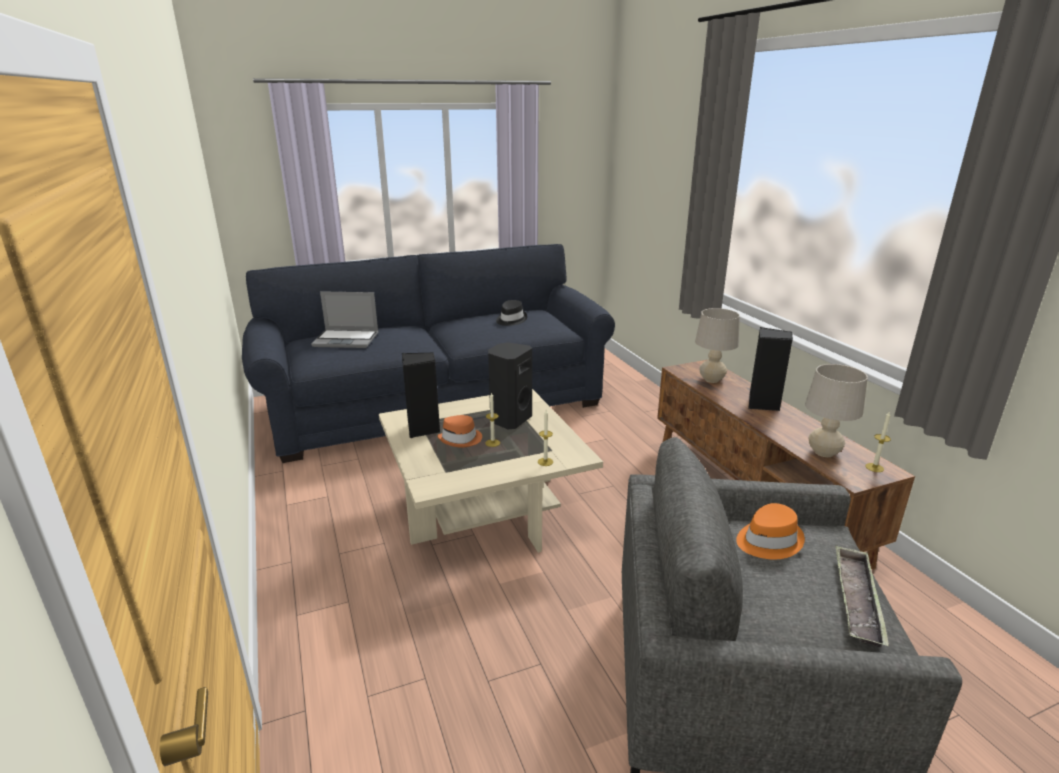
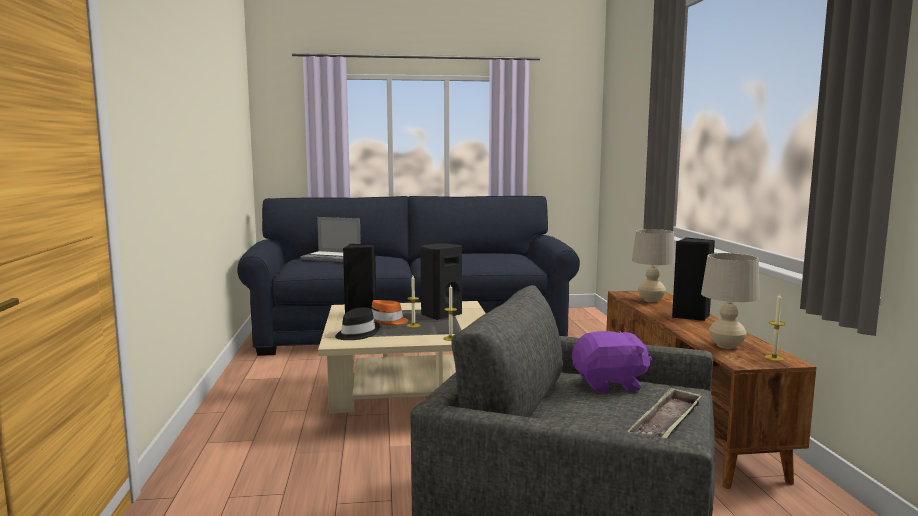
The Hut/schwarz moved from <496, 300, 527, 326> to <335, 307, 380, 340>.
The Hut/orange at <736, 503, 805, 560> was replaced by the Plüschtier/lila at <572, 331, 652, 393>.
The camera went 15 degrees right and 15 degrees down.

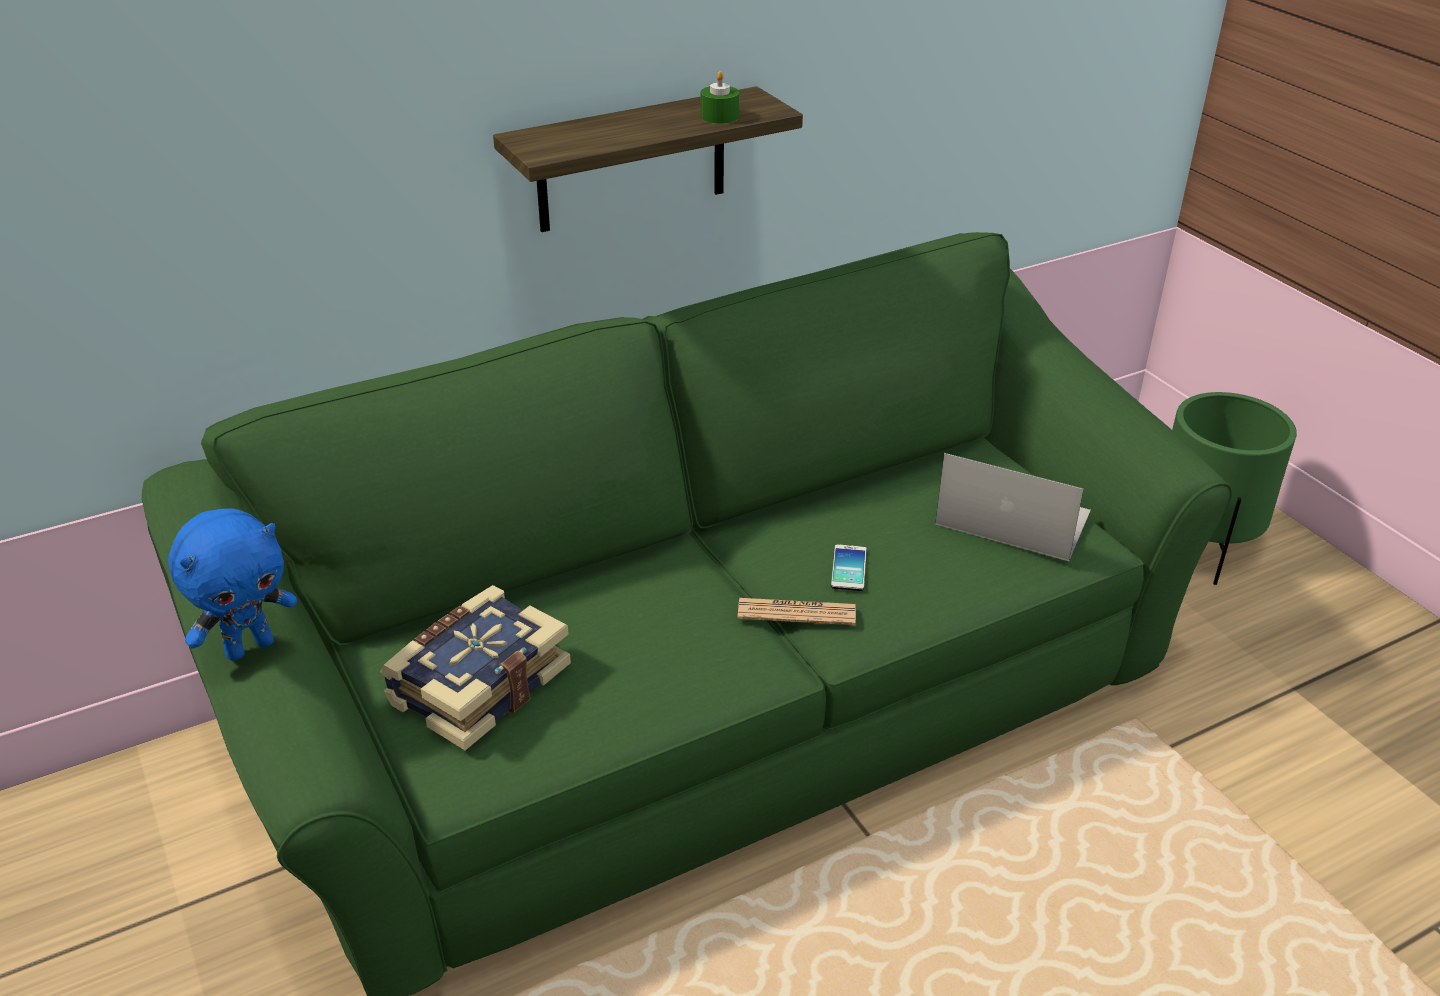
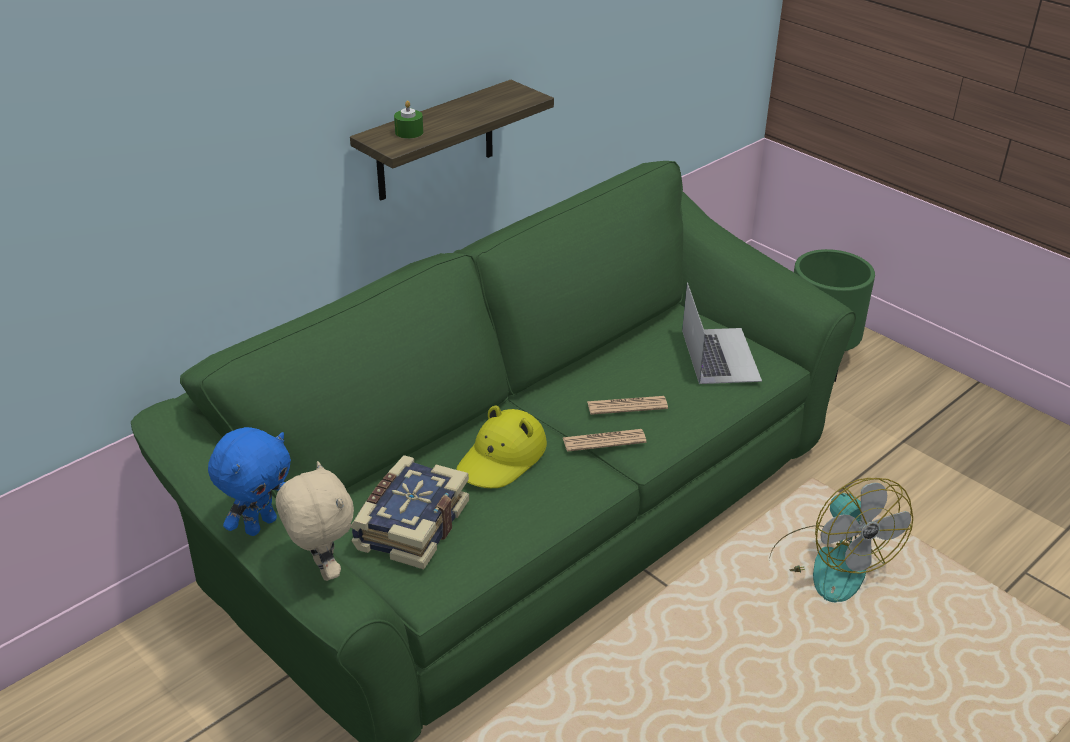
The Plüschtier/beige at <276, 461, 354, 581> appeared.
The Hut/gelb at <456, 406, 547, 488> appeared.
The Ventilator at <769, 478, 913, 603> appeared.
The Kerze/grün moved from <701, 71, 739, 124> to <394, 101, 423, 139>.
The Handy at <831, 544, 867, 591> was replaced by the Zeitung at <587, 396, 668, 415>.
The Laptop at <935, 453, 1091, 561> turned 75 degrees clockwise.
The camera went 15 degrees left and 0 degrees up.

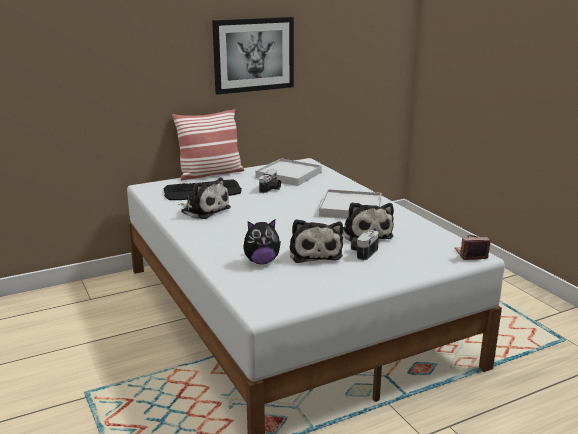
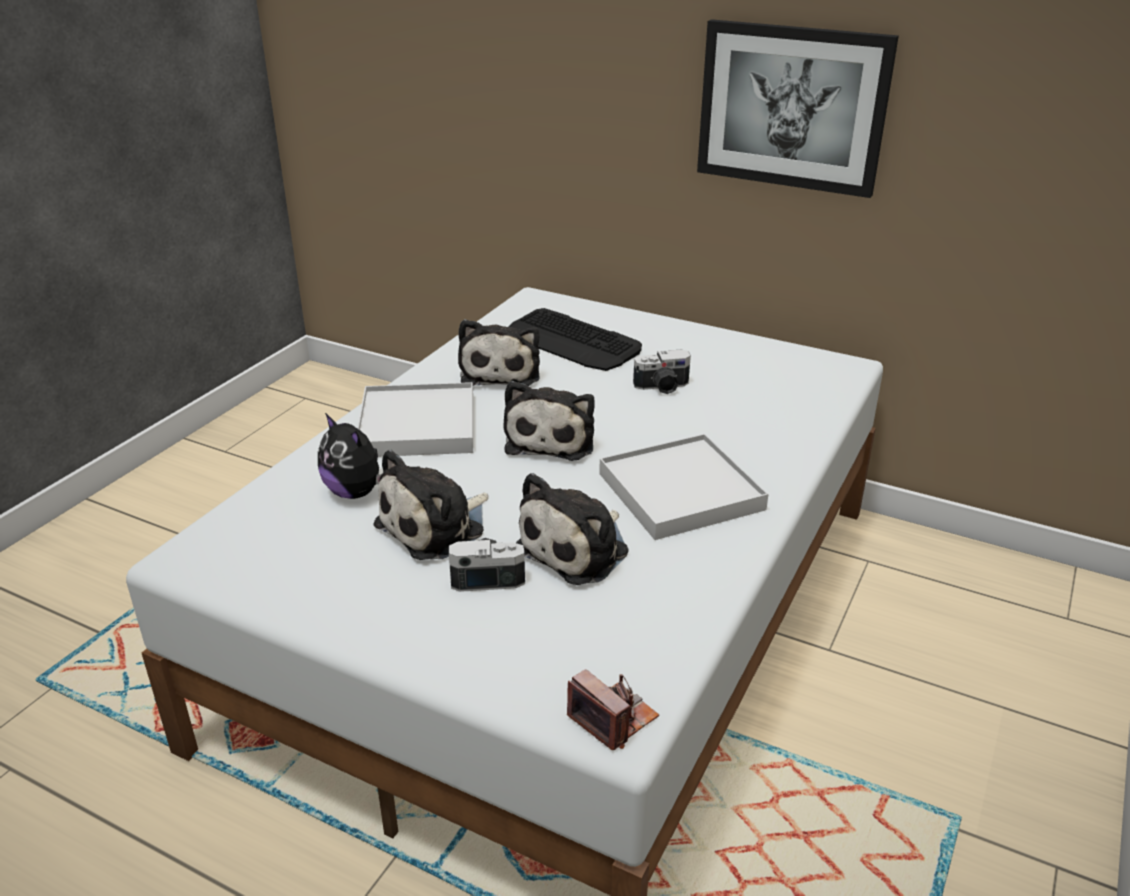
The Kissen at <172, 109, 244, 180> disappeared.
The Plüschtier at <504, 381, 595, 461> appeared.
The Tablett/weiß moved from <255, 158, 322, 186> to <357, 382, 473, 457>.
The camera went 55 degrees right and 10 degrees up.

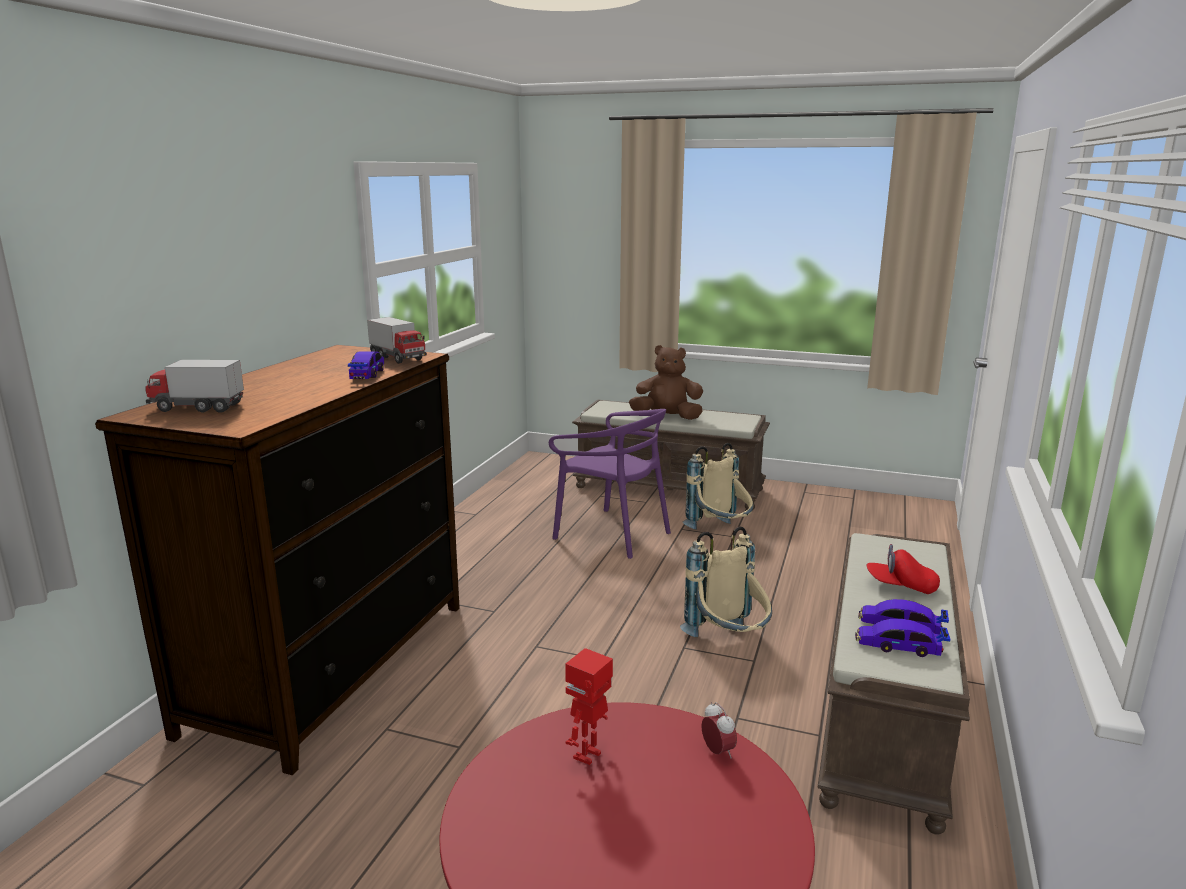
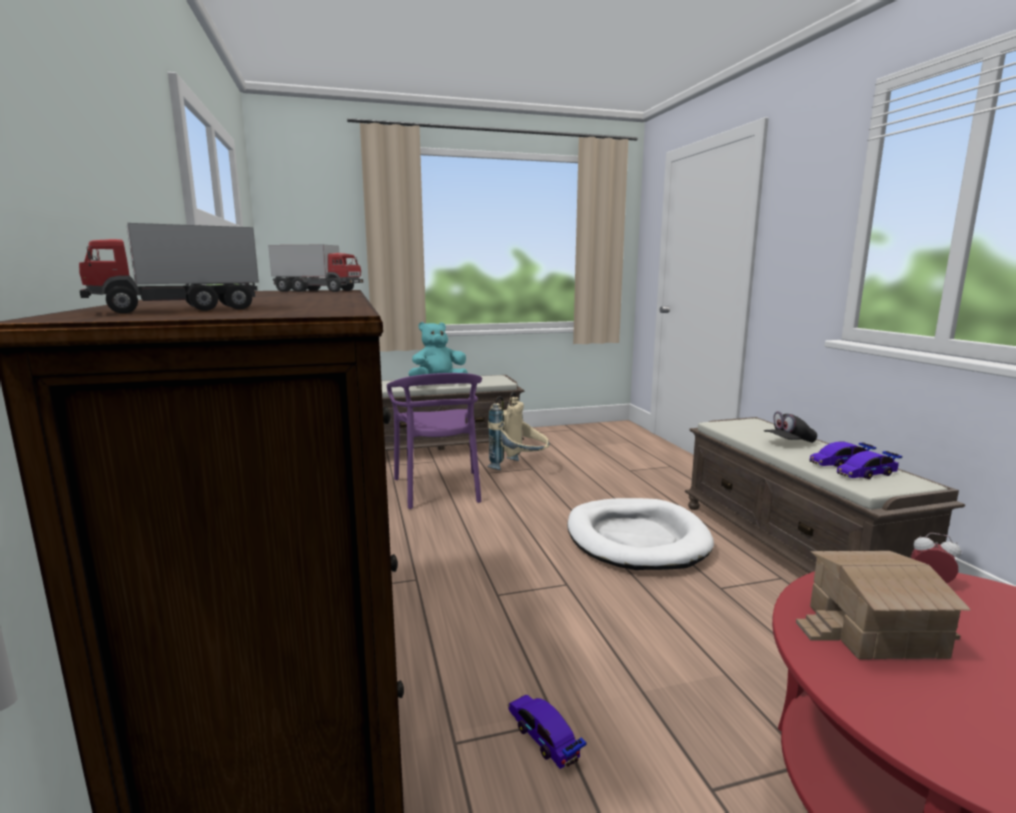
The Spielzeugauto moved from <348, 351, 384, 379> to <508, 695, 586, 769>.
The Spielzeugroboter at <565, 648, 613, 765> was replaced by the Spielzeughaus at <796, 551, 971, 659>.
The Rucksack/beige at <680, 527, 772, 637> was replaced by the Hundebett/weiß at <567, 498, 714, 570>.
The Plüschtier/braun at <629, 345, 703, 420> became the Plüschtier/türkis at <408, 322, 468, 376>.
The Kappe/rot at <867, 544, 940, 594> became the Kappe/schwarz at <764, 411, 817, 443>.
The Stuhl/lila at <549, 409, 671, 559> turned 75 degrees clockwise.
The camera went 35 degrees left and 5 degrees down.

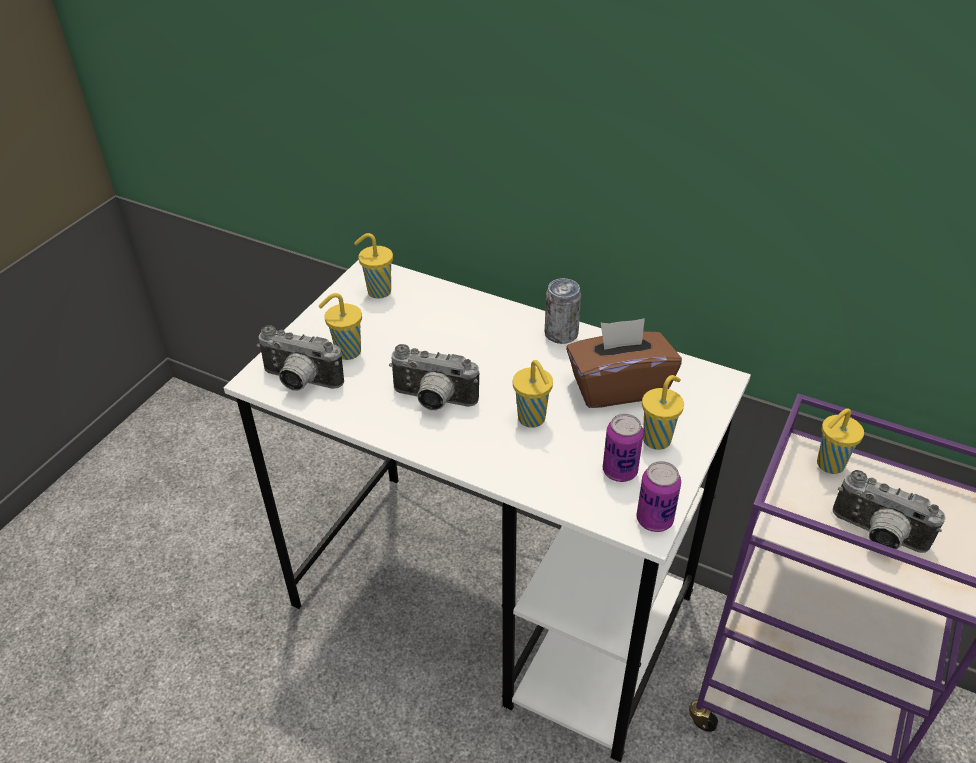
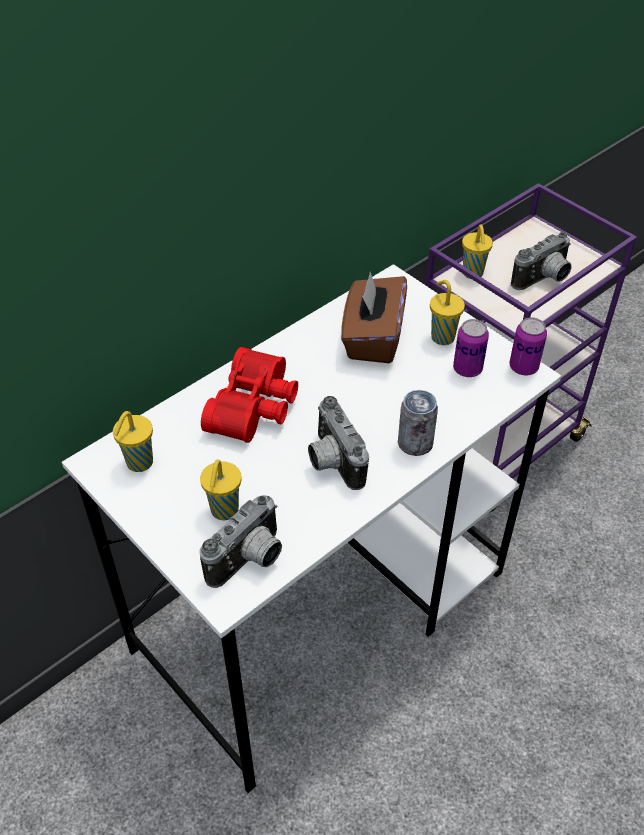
The Tasse/gelb at <513, 360, 553, 428> disappeared.
The Fernglas/rot at <201, 347, 298, 443> appeared.
The Dose moved from <545, 278, 581, 344> to <398, 390, 438, 456>.
The Kamera at <389, 344, 479, 410> turned 120 degrees clockwise.
The camera went 70 degrees left and 5 degrees up.

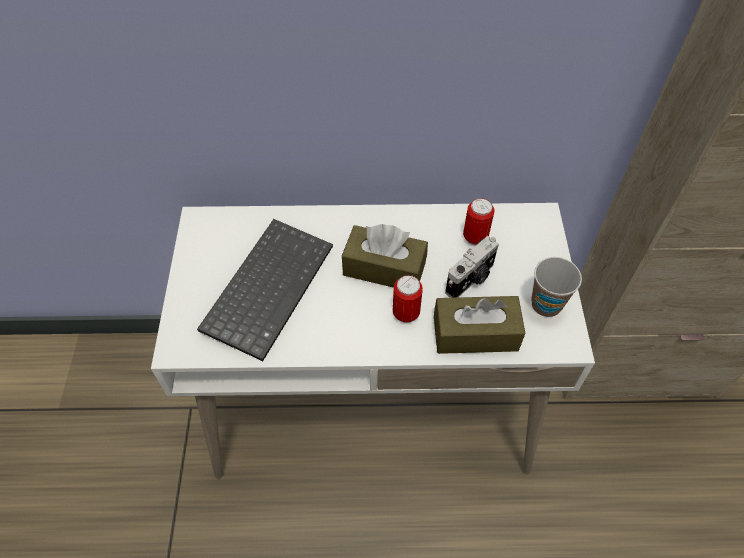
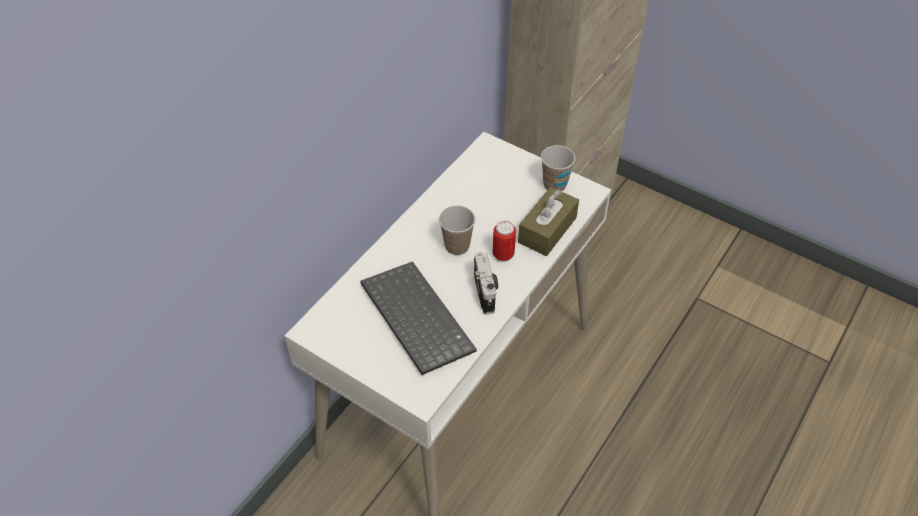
The Dose at <463, 198, 495, 245> disappeared.
The Kamera moved from <445, 236, 499, 298> to <474, 252, 498, 315>.
The Taschentuchbox/braun at <342, 224, 428, 288> was replaced by the Tasse at <439, 205, 476, 255>.
The camera went 55 degrees left and 5 degrees down.

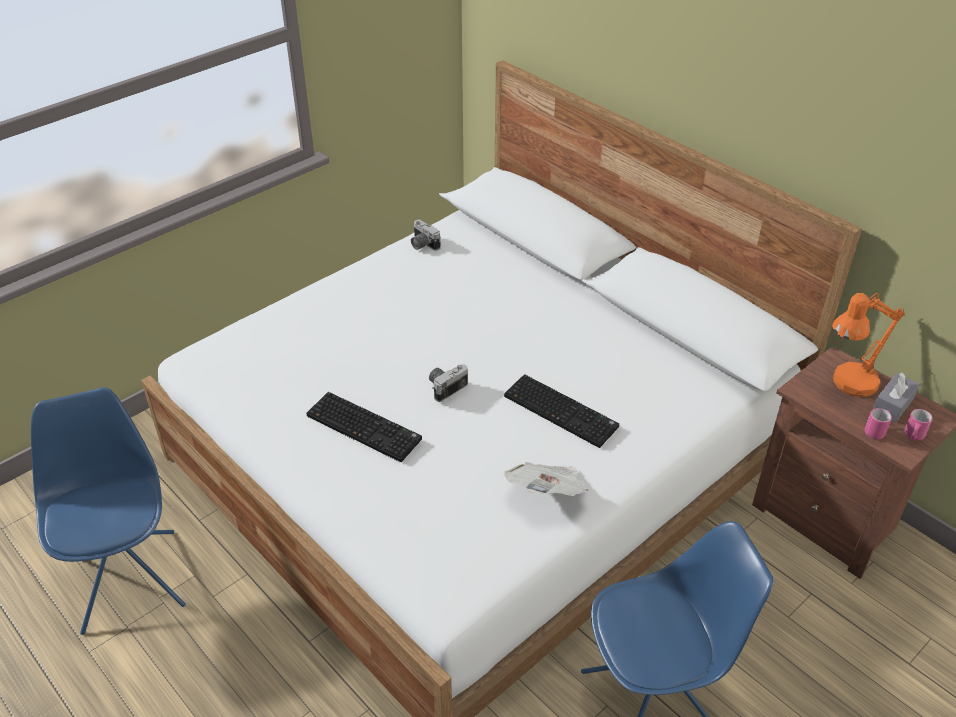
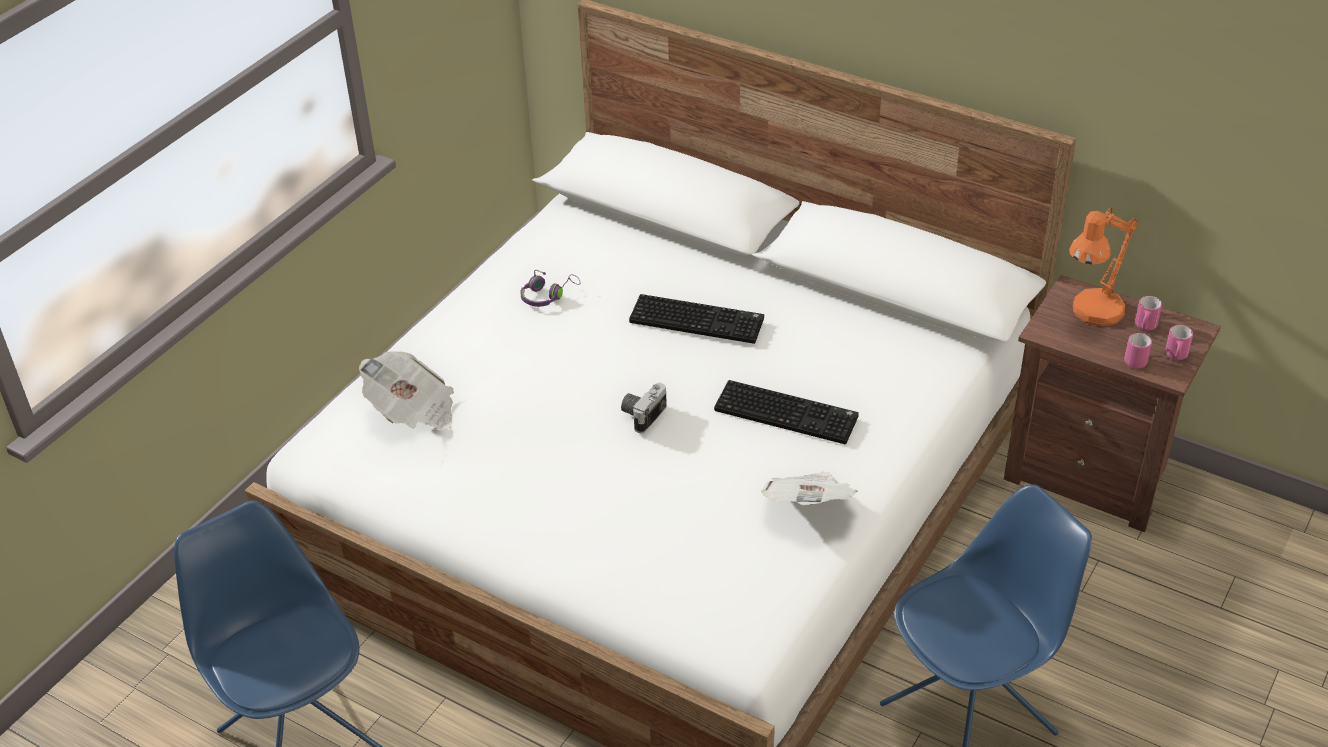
The Kamera at <411, 220, 441, 251> disappeared.
The Zeitung at <359, 351, 454, 430> appeared.
The Kopfhörer/lila at <520, 270, 580, 307> appeared.
The Tastatur moved from <306, 392, 422, 462> to <629, 294, 764, 344>.
The Taschentuchbox/grau at <873, 373, 920, 423> was replaced by the Henkelbecher/rosa at <1135, 296, 1162, 330>.
The camera went 15 degrees left and 0 degrees up.

